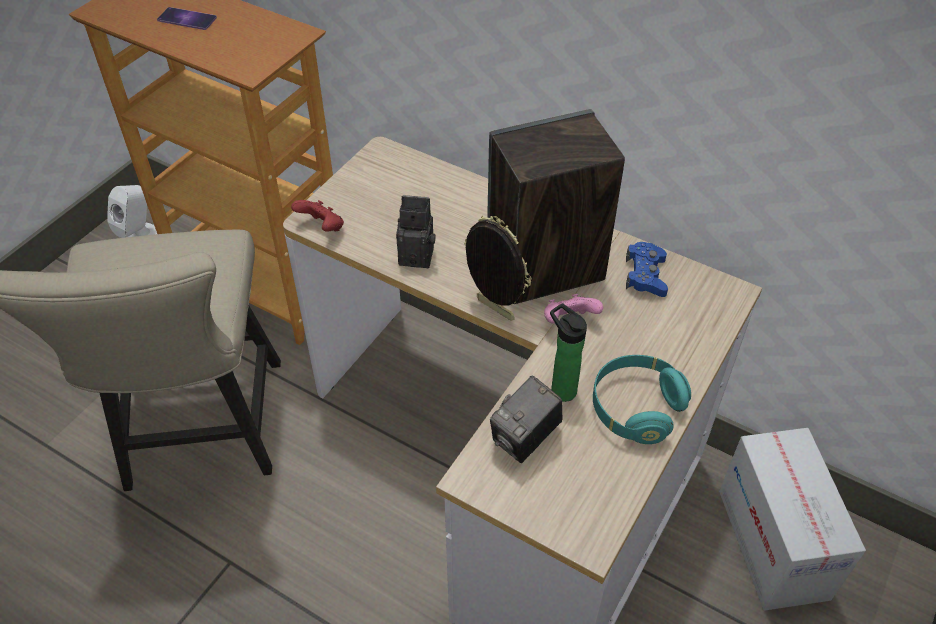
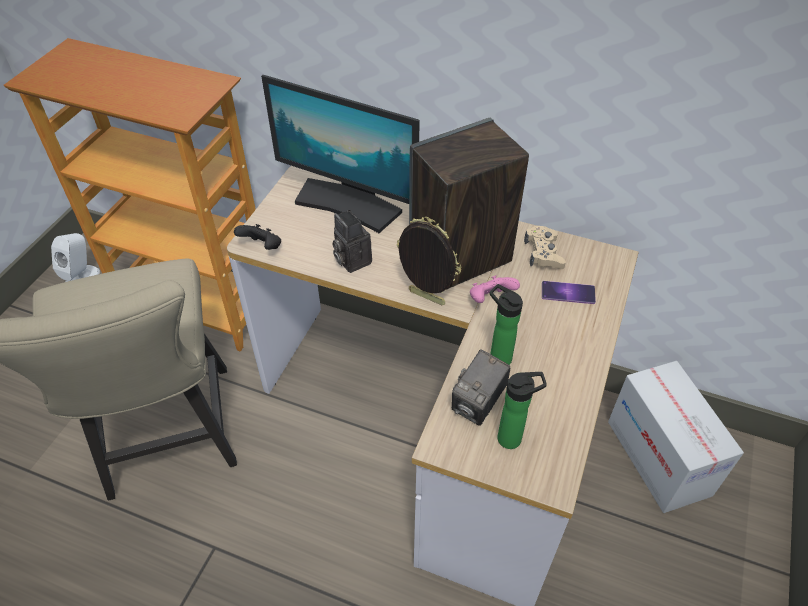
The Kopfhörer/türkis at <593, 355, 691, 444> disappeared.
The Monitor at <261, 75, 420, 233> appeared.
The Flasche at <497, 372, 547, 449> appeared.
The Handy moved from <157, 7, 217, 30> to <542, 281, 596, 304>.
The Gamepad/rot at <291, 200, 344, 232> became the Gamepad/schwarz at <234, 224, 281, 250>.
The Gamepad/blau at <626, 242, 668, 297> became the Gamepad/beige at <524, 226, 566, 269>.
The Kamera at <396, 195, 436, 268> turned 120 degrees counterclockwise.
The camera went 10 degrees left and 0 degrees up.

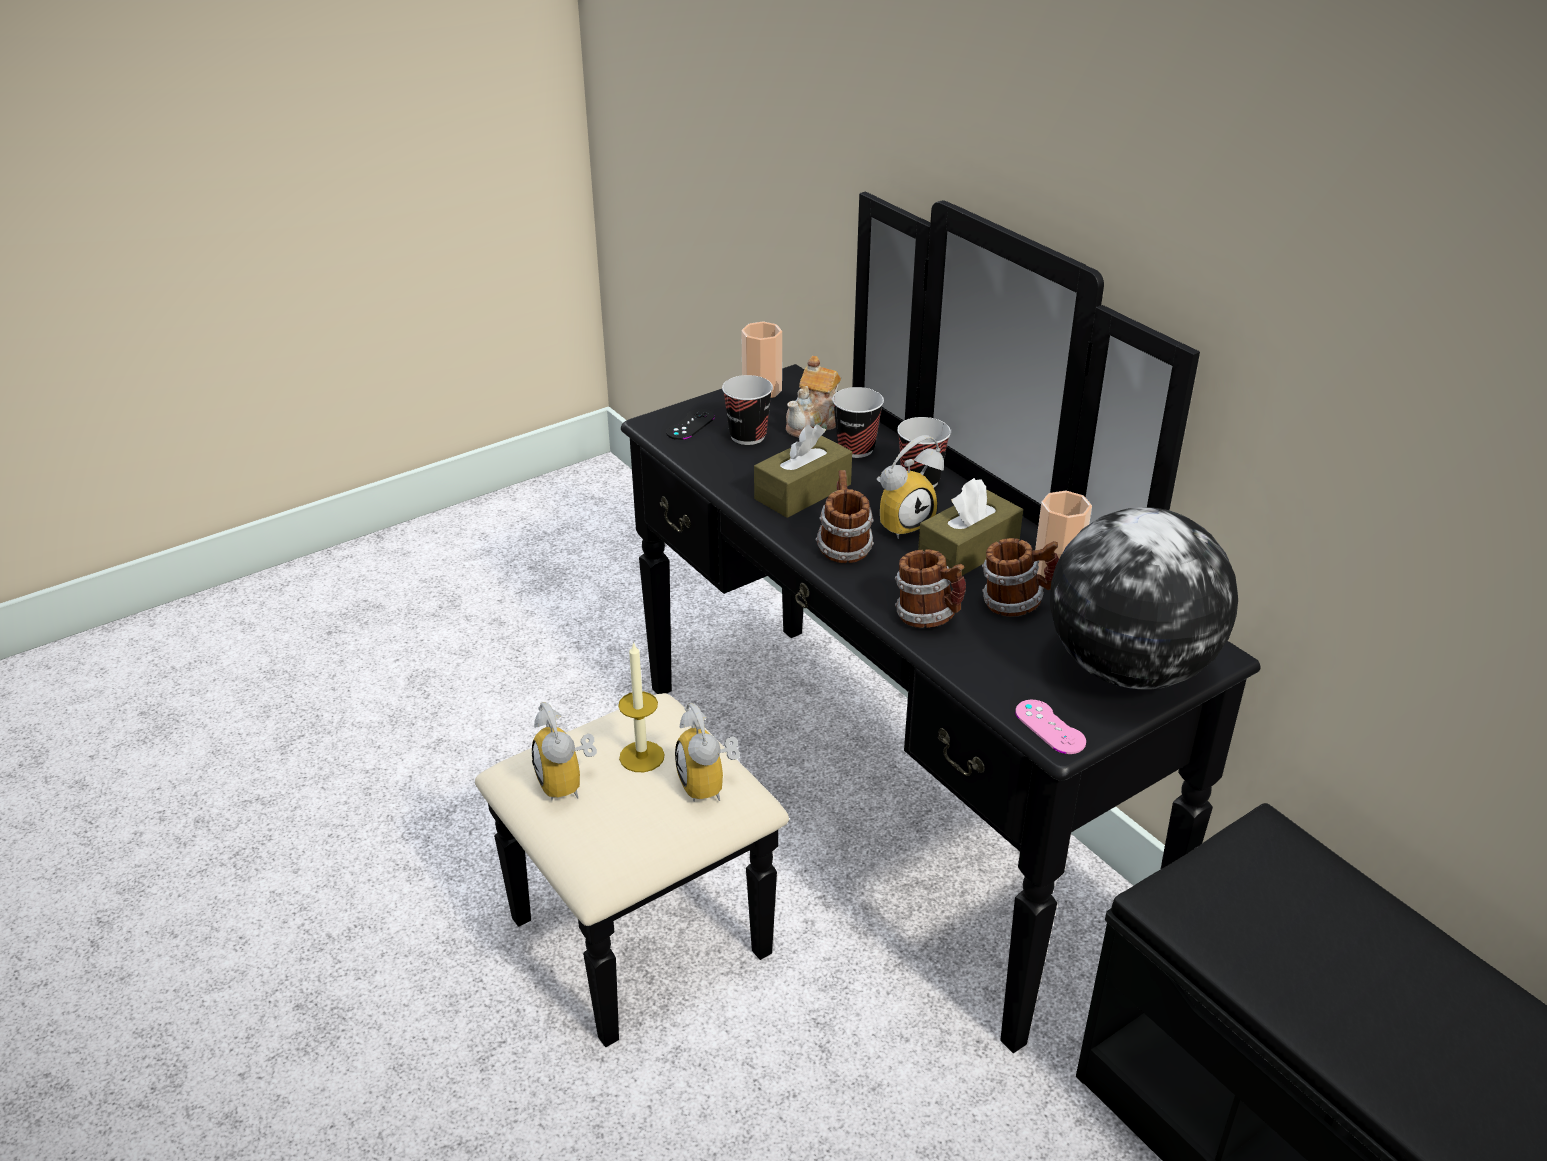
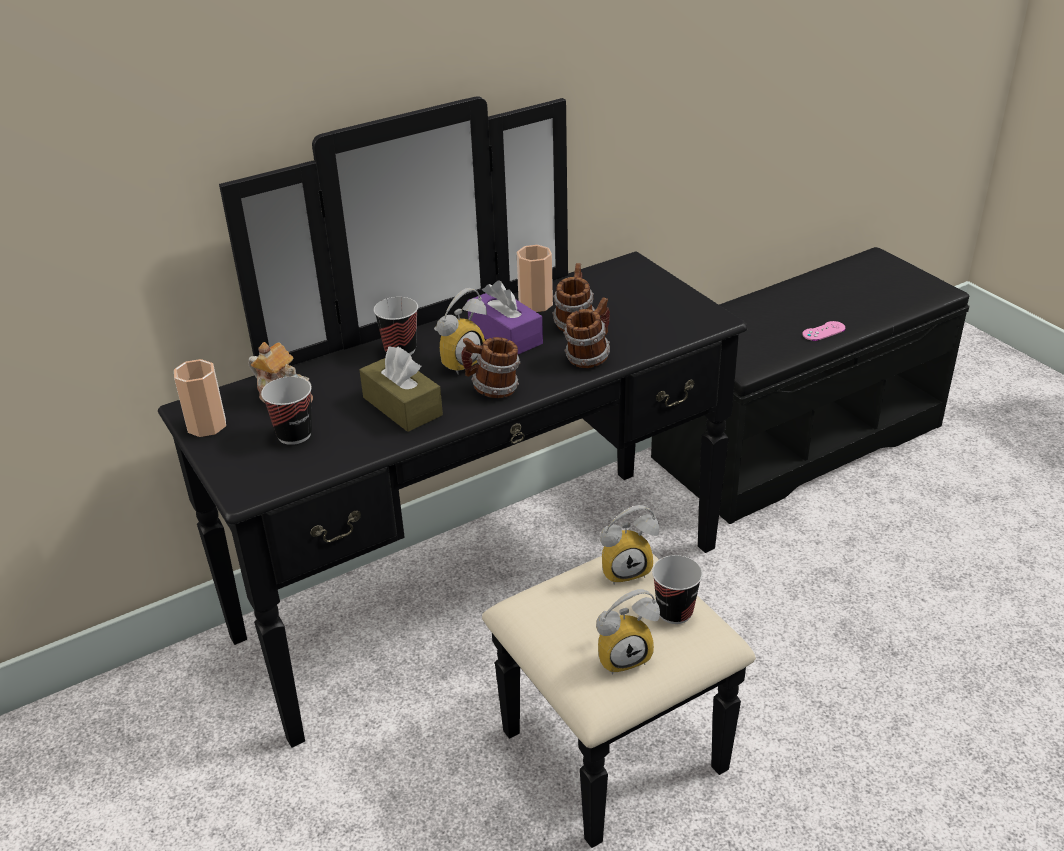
The Kerze at <618, 641, 665, 772> disappeared.
The Gamepad/schwarz at <666, 409, 715, 440> disappeared.
The Globus at <1050, 507, 1238, 689> disappeared.
The Tasse moved from <832, 387, 884, 458> to <652, 555, 703, 624>.
The Gamepad/rosa moved from <1015, 700, 1086, 754> to <802, 321, 846, 341>.
The Taschentuchbox/braun at <918, 478, 1023, 576> became the Taschentuchbox/lila at <467, 281, 543, 354>.
The Wecker at <876, 435, 944, 539> turned 75 degrees clockwise.
The camera went 85 degrees left and 0 degrees up.

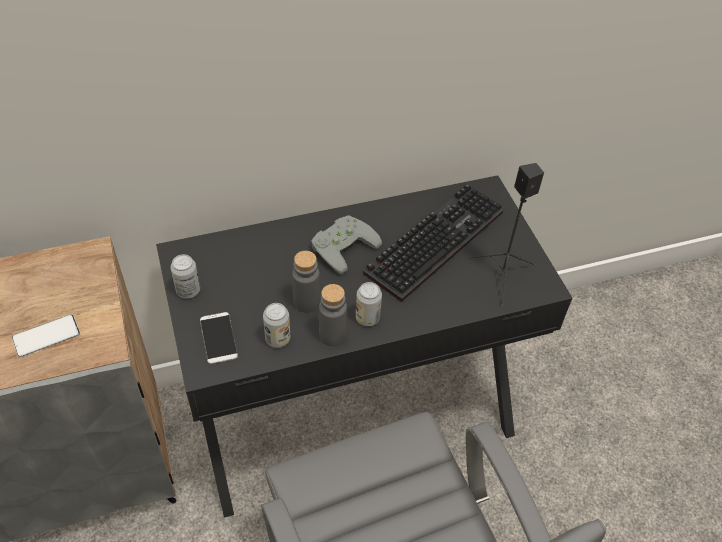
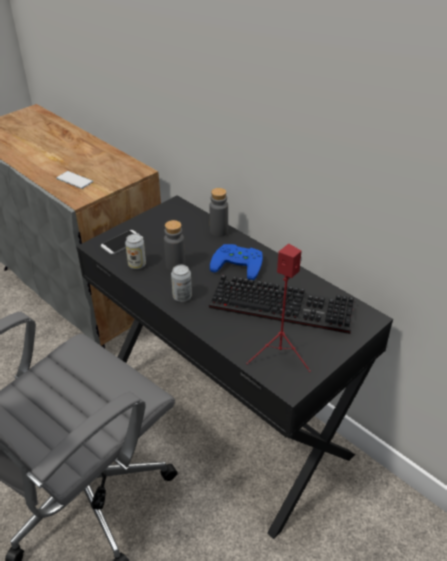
The Dose at <171, 254, 200, 299> disappeared.
The Flasche/grau moved from <319, 284, 347, 346> to <210, 188, 228, 237>.
The Gamepad/grau at <311, 215, 382, 275> became the Gamepad/blau at <210, 244, 263, 280>.
The Lautsprecher/schwarz at <468, 163, 544, 307> became the Lautsprecher/rot at <246, 243, 311, 372>.
The camera went 65 degrees right and 10 degrees down.

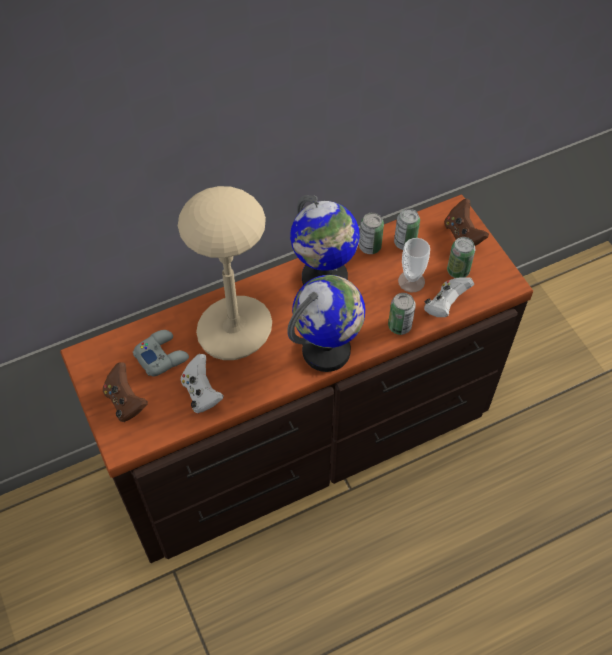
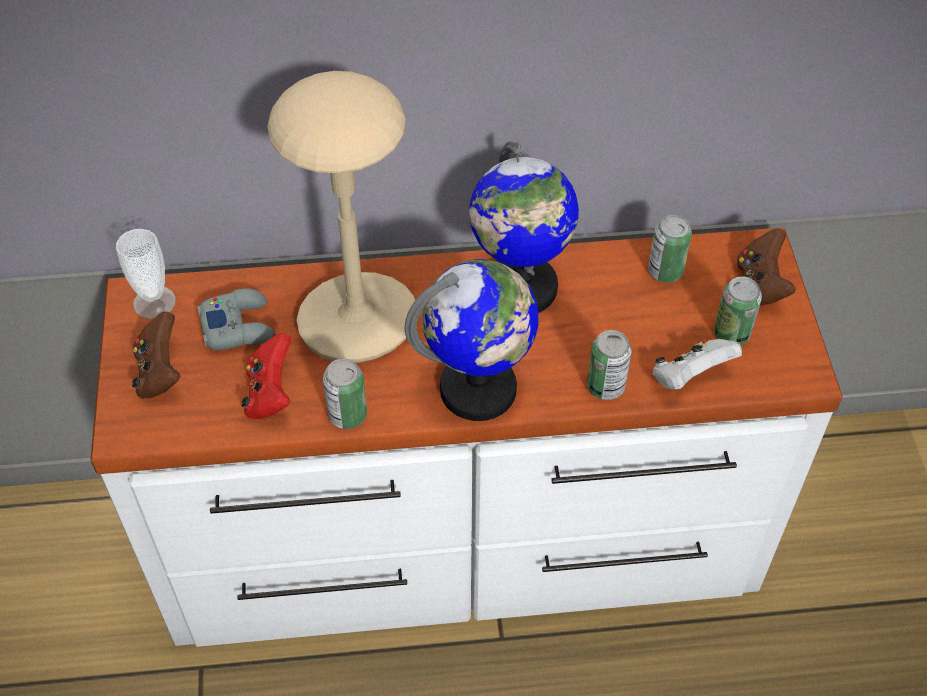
The Dose moved from <359, 213, 384, 254> to <323, 359, 367, 429>.
The Tasse moved from <398, 238, 430, 292> to <116, 229, 176, 319>.
The Kommode/braun at <60, 195, 533, 563> became the Kommode/weiß at <90, 227, 843, 647>.
The Gamepad/weiß at <181, 354, 224, 413> became the Gamepad/rot at <242, 333, 292, 419>.
The camera went 20 degrees right and 5 degrees down.

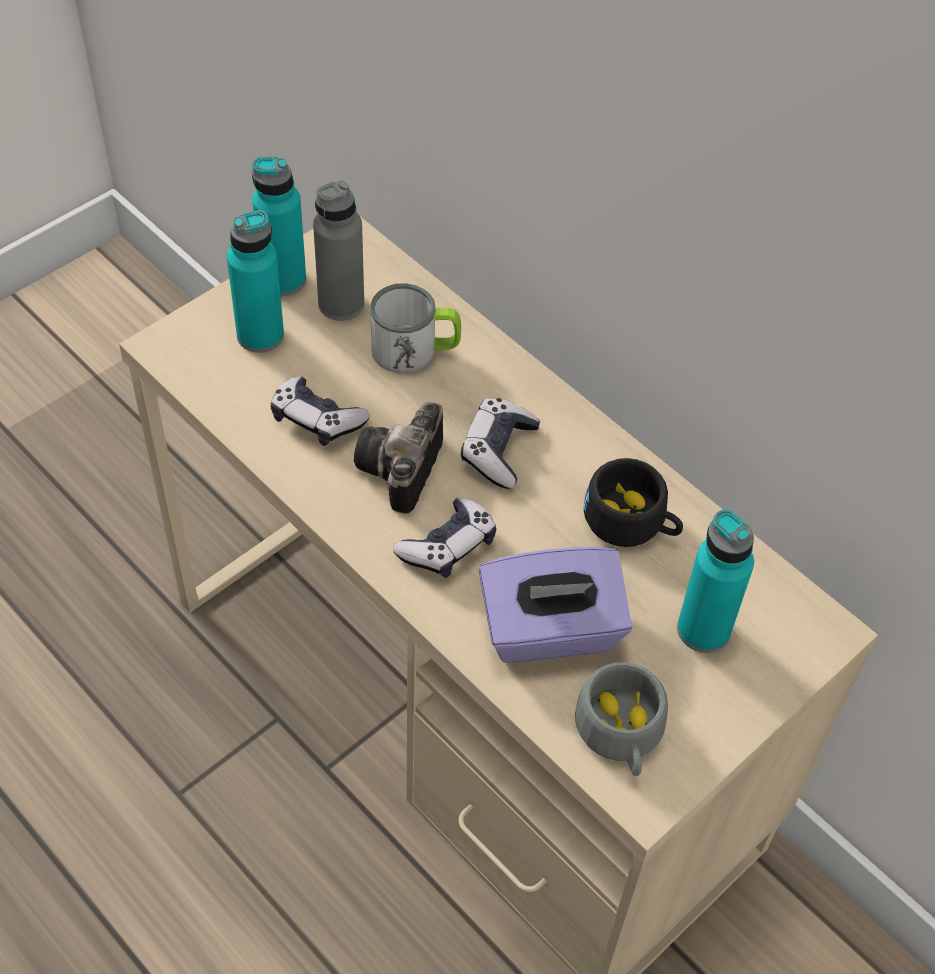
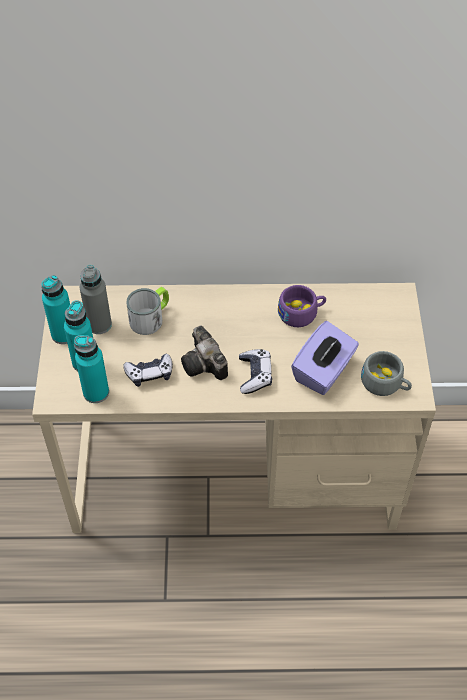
The Gamepad at <461, 398, 540, 489> disappeared.
The Flasche/türkis moved from <677, 509, 754, 653> to <74, 335, 109, 403>.
The Tasse/schwarz at <583, 458, 683, 547> became the Tasse/lila at <278, 285, 326, 327>.
The camera went 45 degrees left and 0 degrees up.

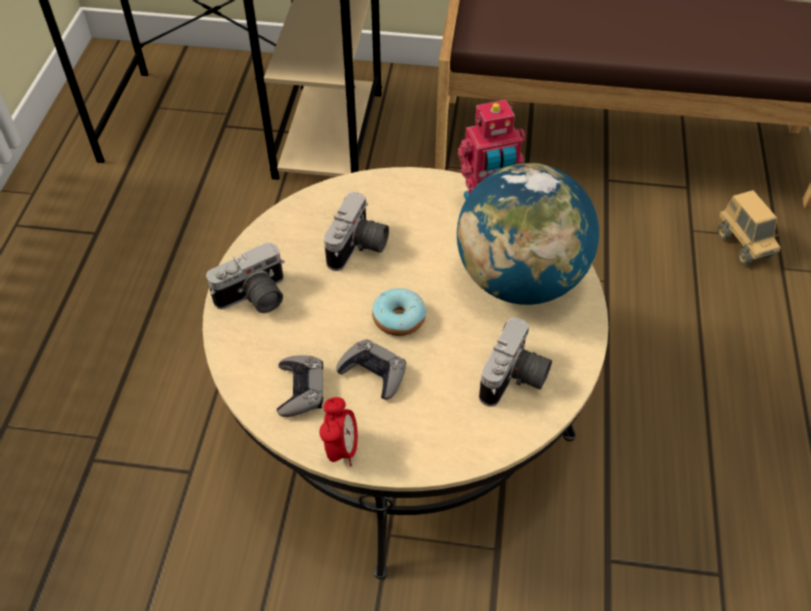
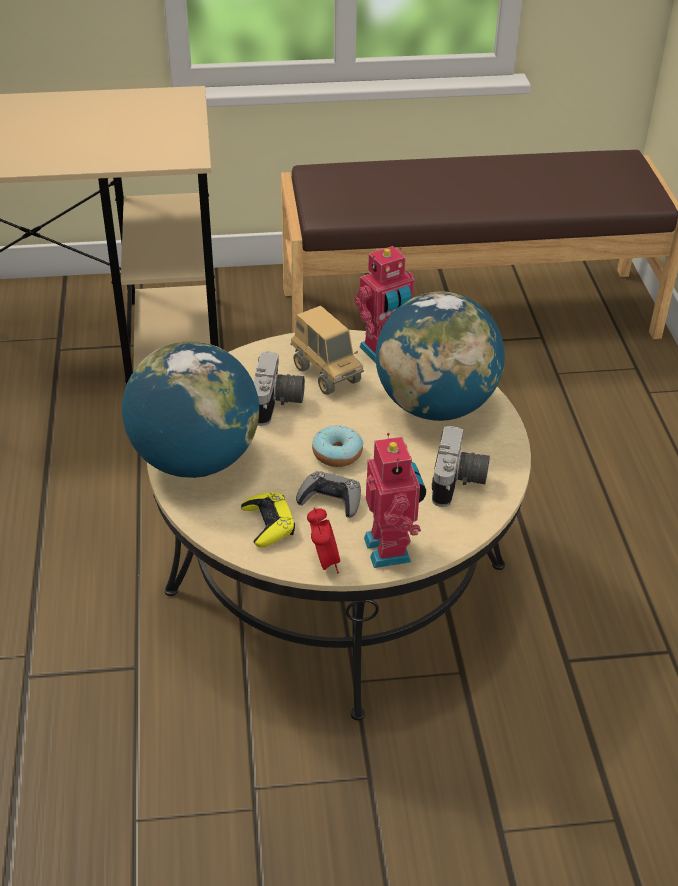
The Spielzeugroboter at <364, 433, 426, 568> appeared.
The Spielzeuglaster moved from <718, 190, 781, 265> to <291, 306, 364, 395>.
The Kamera at <206, 242, 285, 313> was replaced by the Globus at <122, 341, 259, 478>.
The Gamepad/grau at <277, 355, 323, 417> became the Gamepad/gelb at <241, 492, 295, 547>.
The camera went 15 degrees left and 10 degrees down.

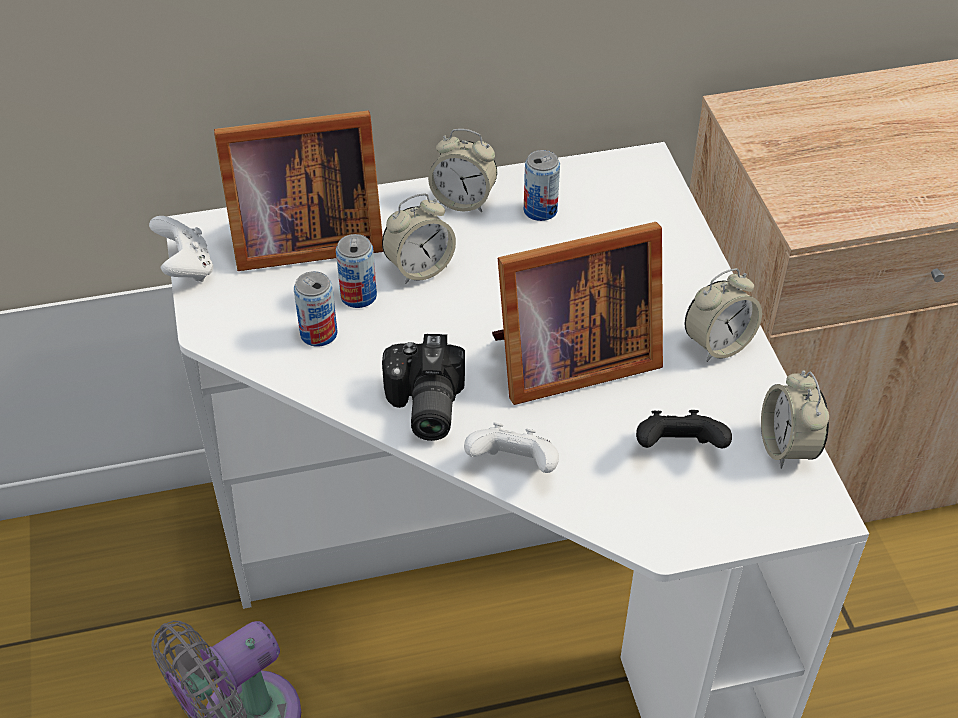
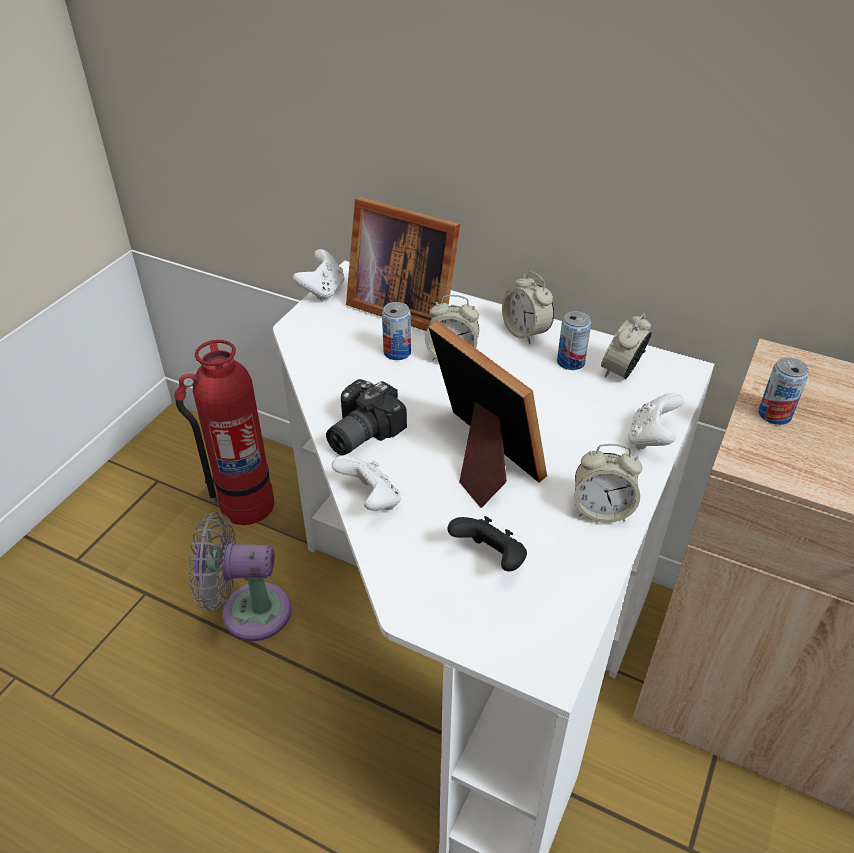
The Feuerlöscher at <174, 340, 274, 525> appeared.
The Gamepad/weiß at <628, 393, 684, 450> appeared.
The Dose moved from <294, 271, 337, 347> to <758, 357, 809, 425>.
The Wecker moved from <761, 370, 829, 469> to <601, 313, 652, 379>.
The Bilderrahmen at <492, 222, 663, 405> turned 150 degrees counterclockwise.
The camera went 40 degrees right and 5 degrees down.

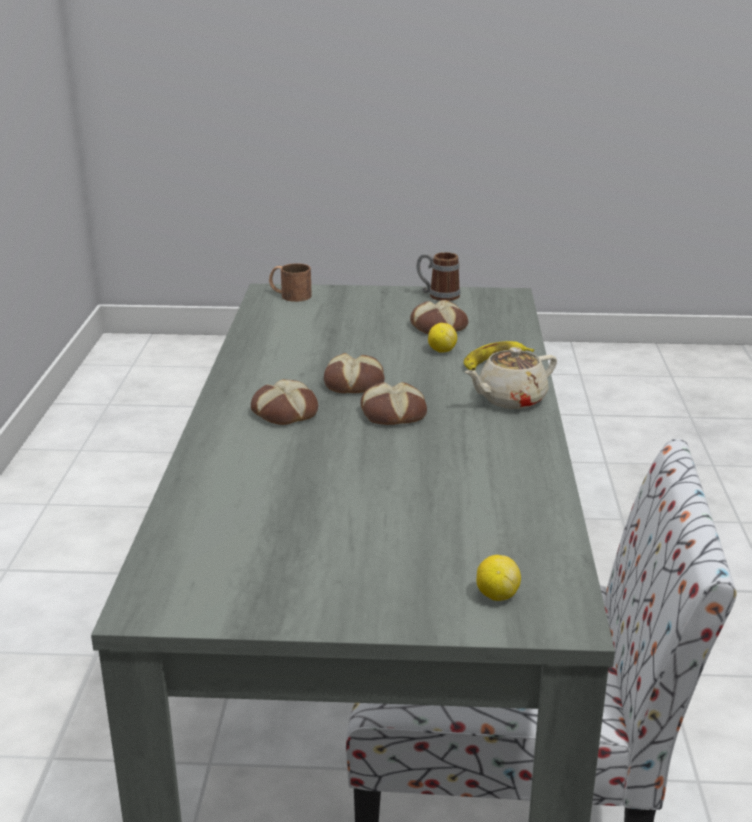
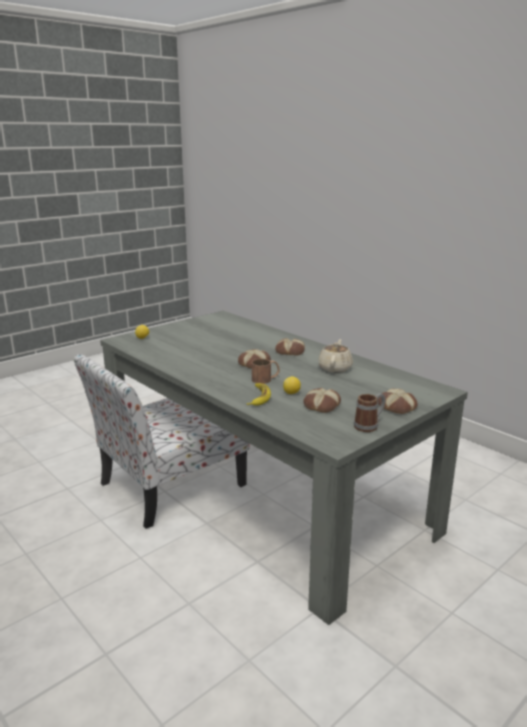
The Henkelbecher/braun moved from <269, 263, 312, 302> to <252, 359, 280, 384>.
The Brot moved from <324, 353, 385, 393> to <378, 389, 418, 414>.
The Teekanne/beige moved from <465, 347, 557, 409> to <318, 339, 353, 373>.
The camera went 135 degrees right and 5 degrees down.

